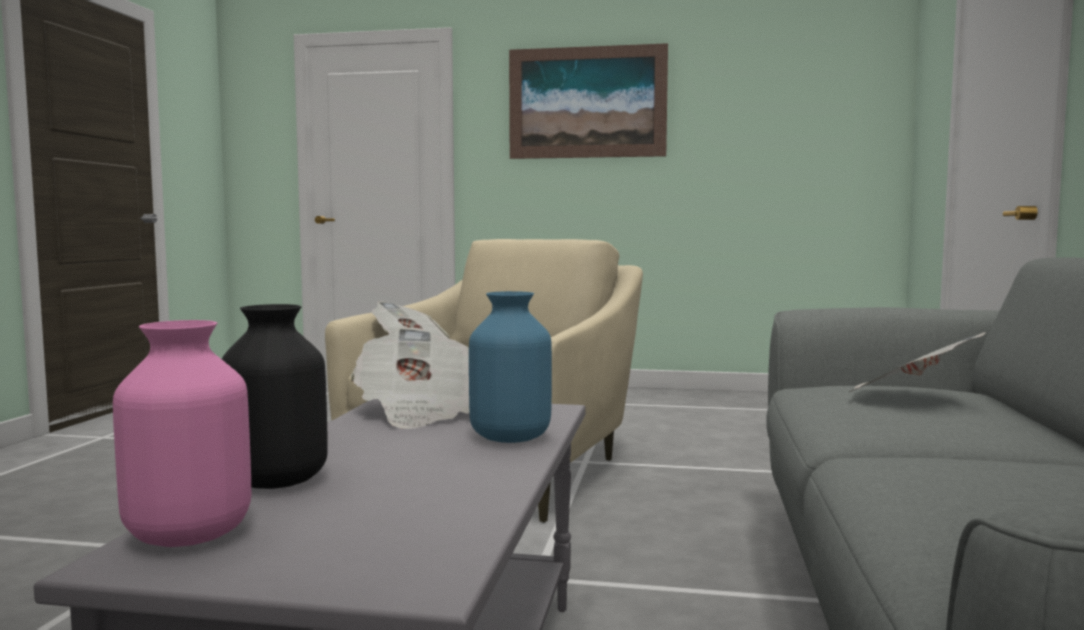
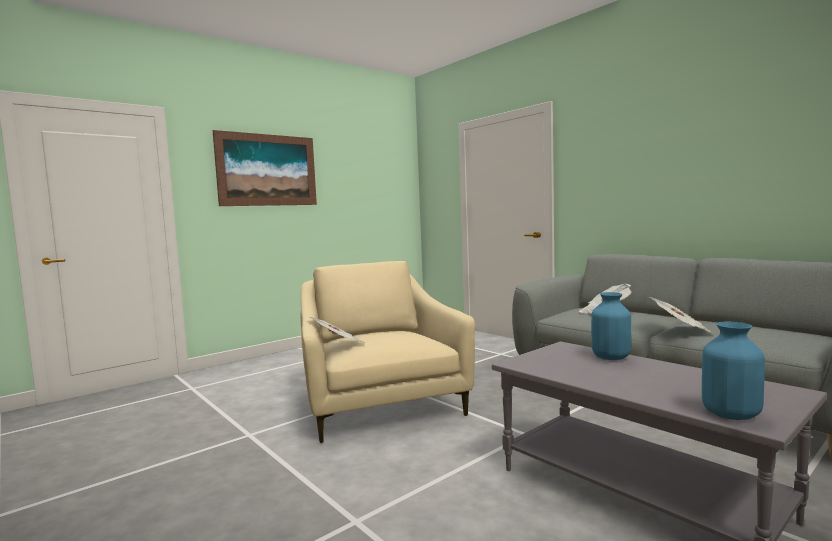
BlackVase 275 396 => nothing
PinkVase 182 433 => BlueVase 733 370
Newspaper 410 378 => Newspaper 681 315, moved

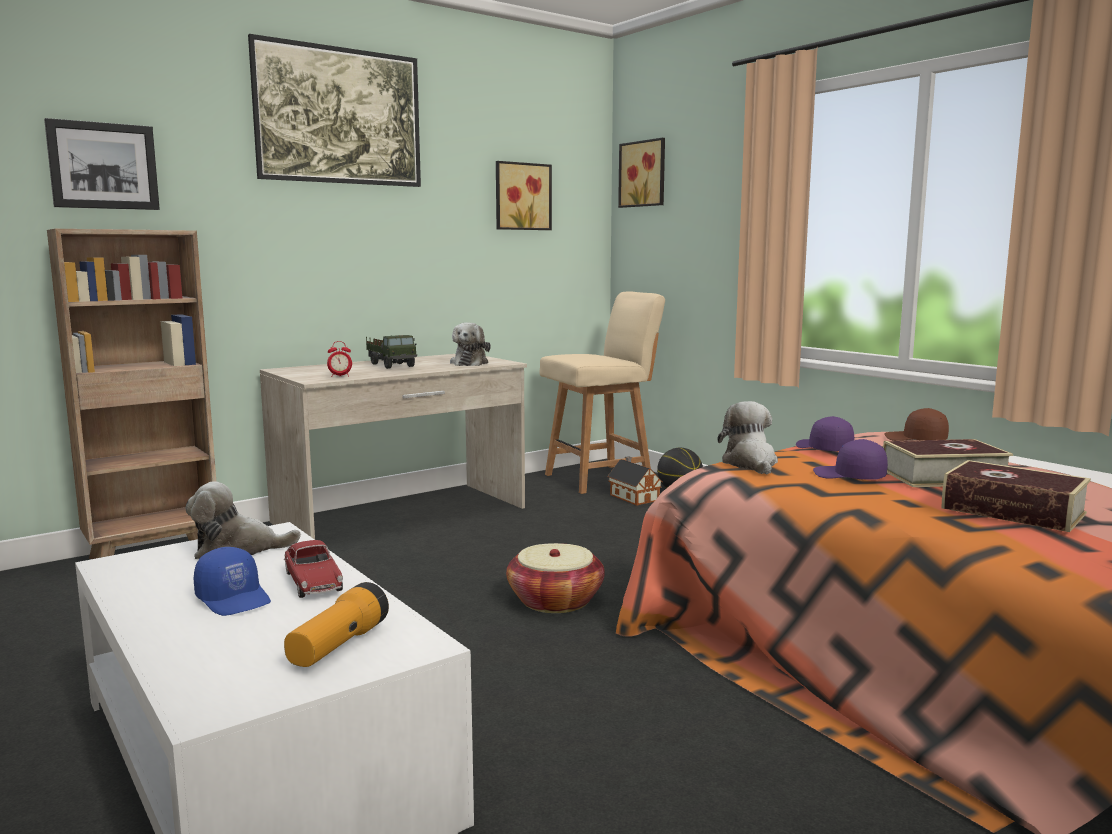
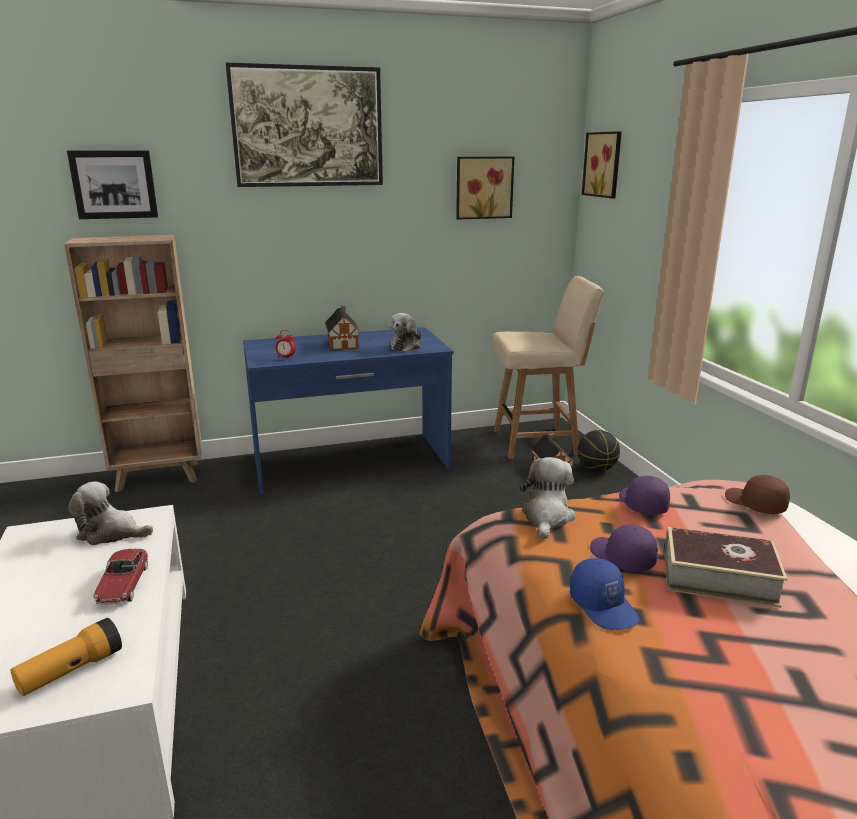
ToyTruck 391 352 => ToyHouse 342 328
BeigeDesk 393 447 => BlueDesk 348 410
Book 1016 496 => nothing
Basket 555 578 => nothing
BlueCap 232 581 => BlueCap 604 594, moved

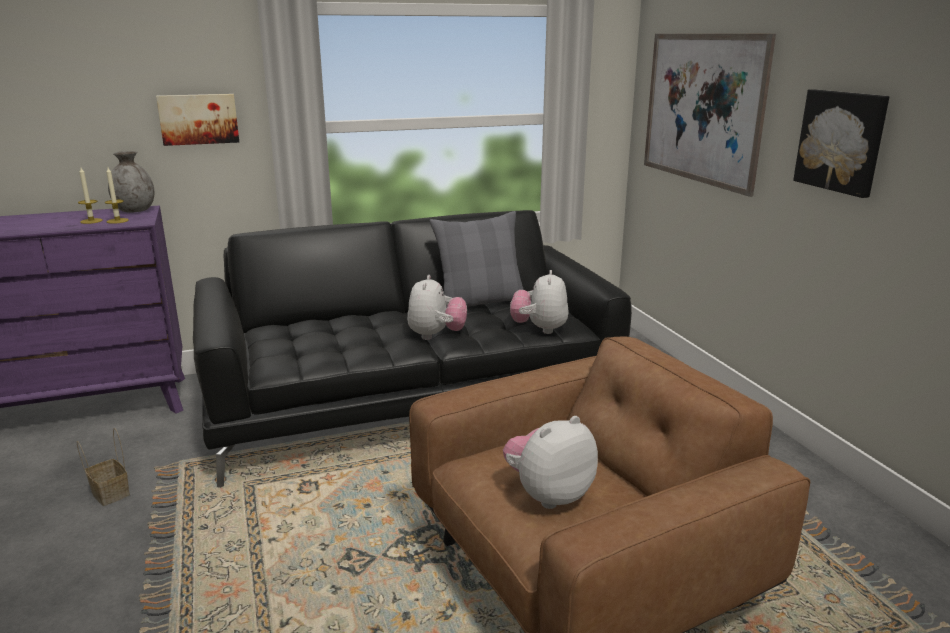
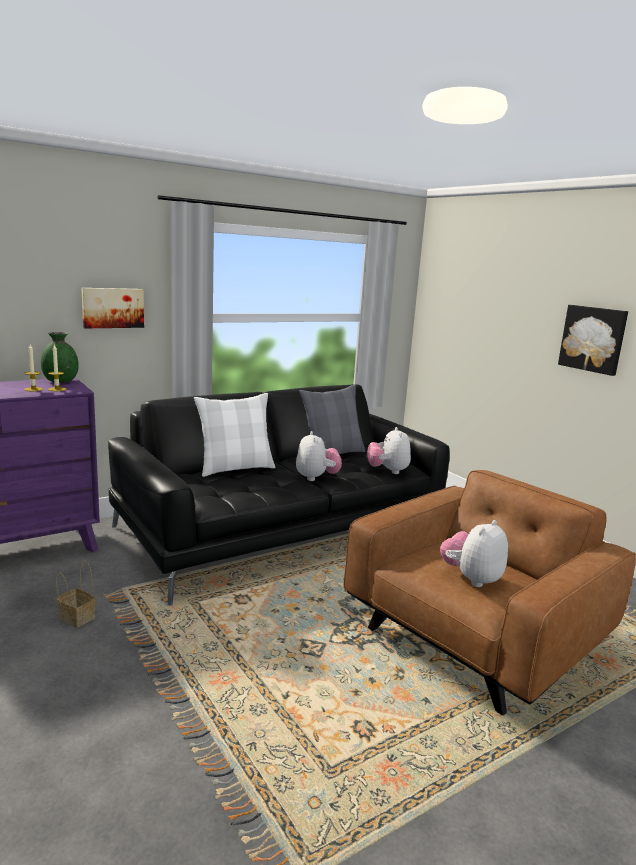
Picture 710 115 => nothing
GreyVase 131 182 => GreenVase 60 357
nothing => WhitePillow 235 435

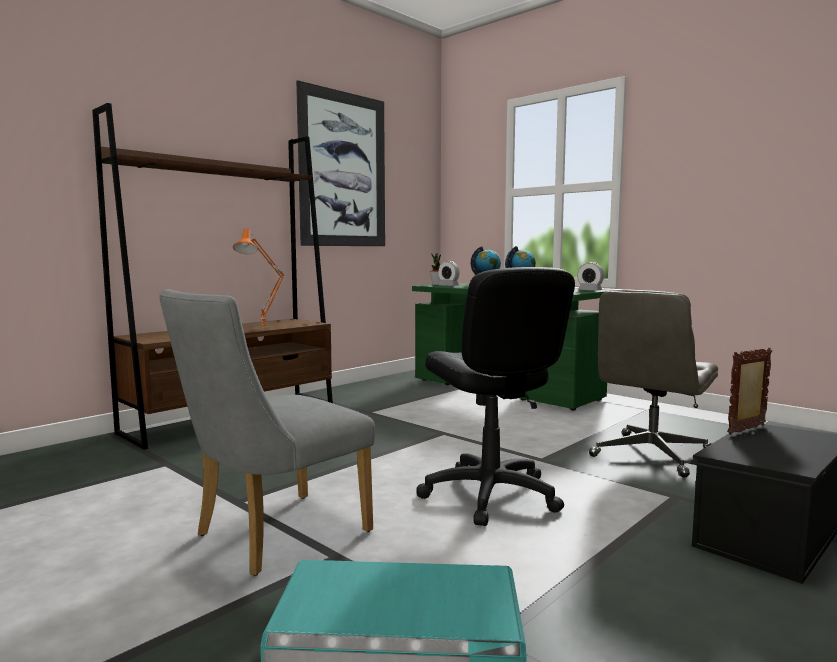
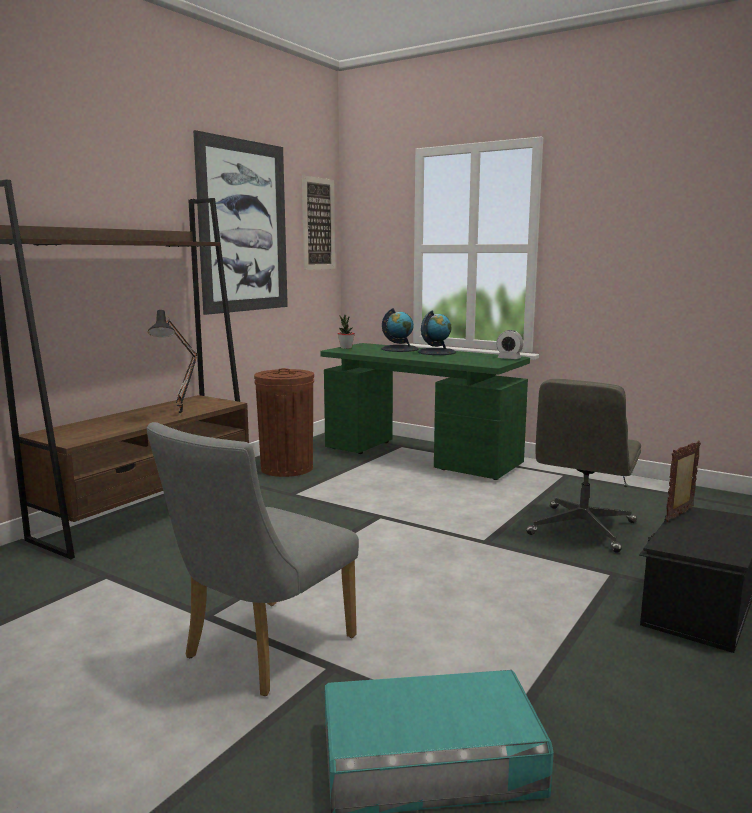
OrangeTableLamp 259 278 => BlackTableLamp 173 363
AlarmClock 449 273 => nothing
BlackOfficeChair 495 396 => nothing
nothing => Picture 318 222
nothing => BrownTrashCan 284 422

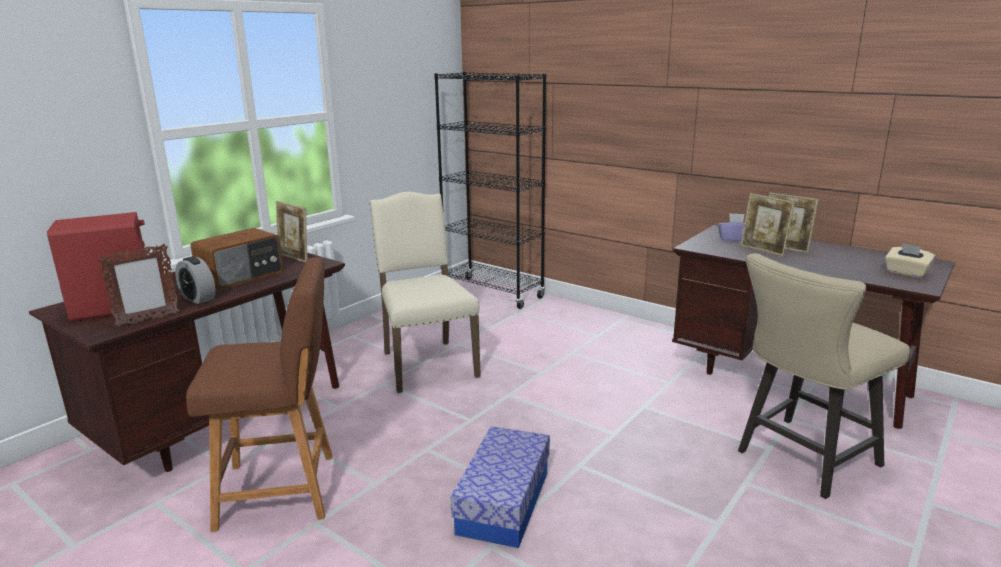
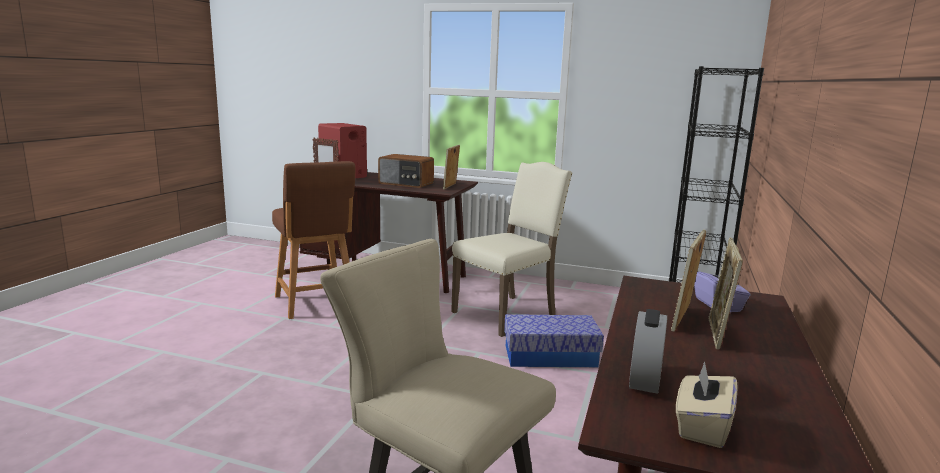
AlarmClock 195 280 => AlarmClock 648 351, moved
StorageBox 500 487 => StorageBox 554 340, moved

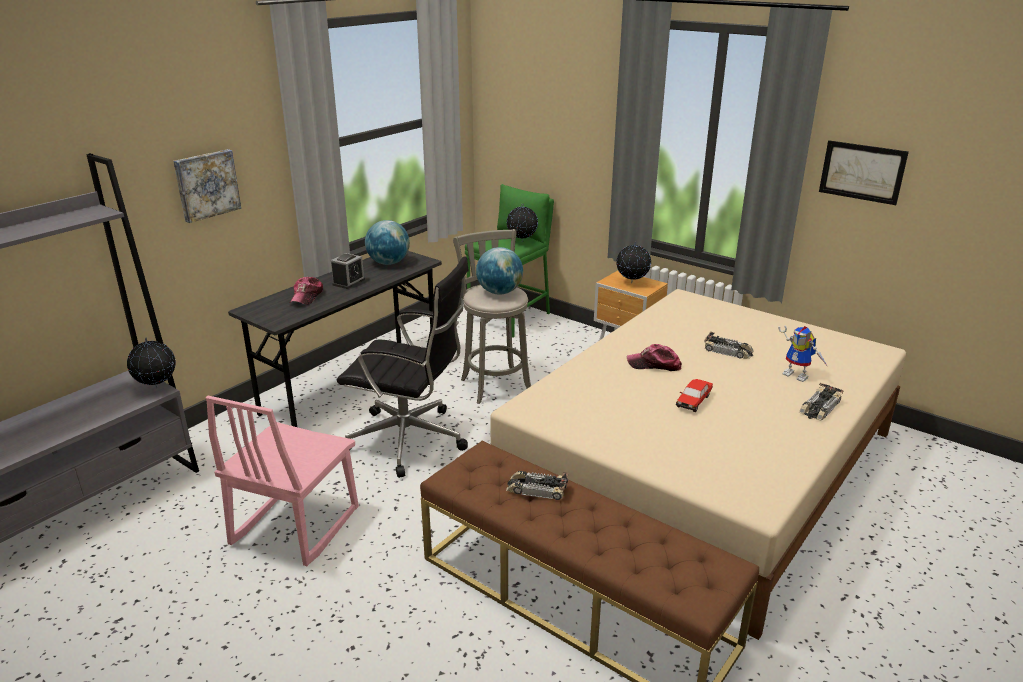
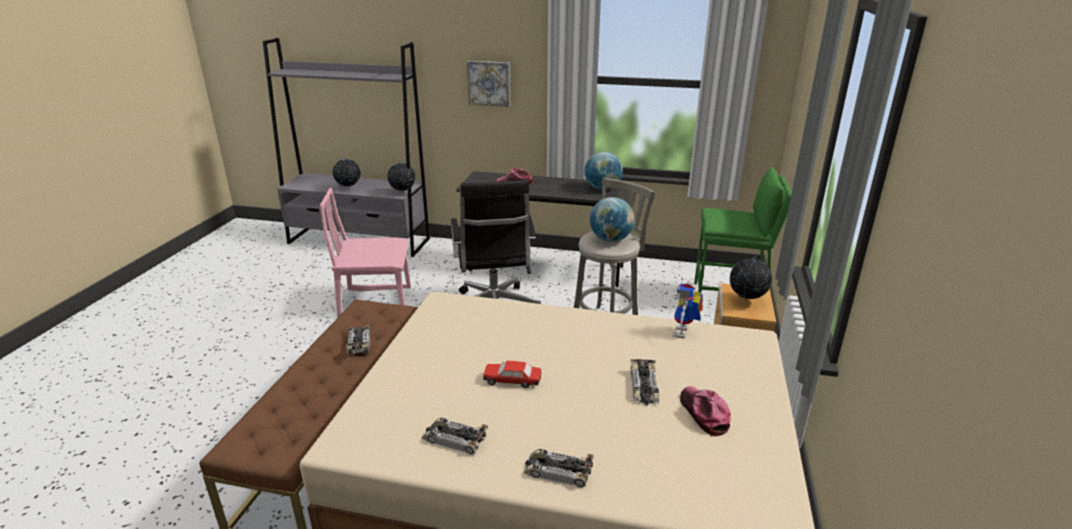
Picture 864 172 => nothing
Globe 522 222 => Globe 346 173, moved
AlarmClock 348 271 => nothing
ToyRobot 803 353 => ToyRobot 688 309, moved
Cap 654 357 => Cap 705 411, moved
nothing => ToyCar 454 436

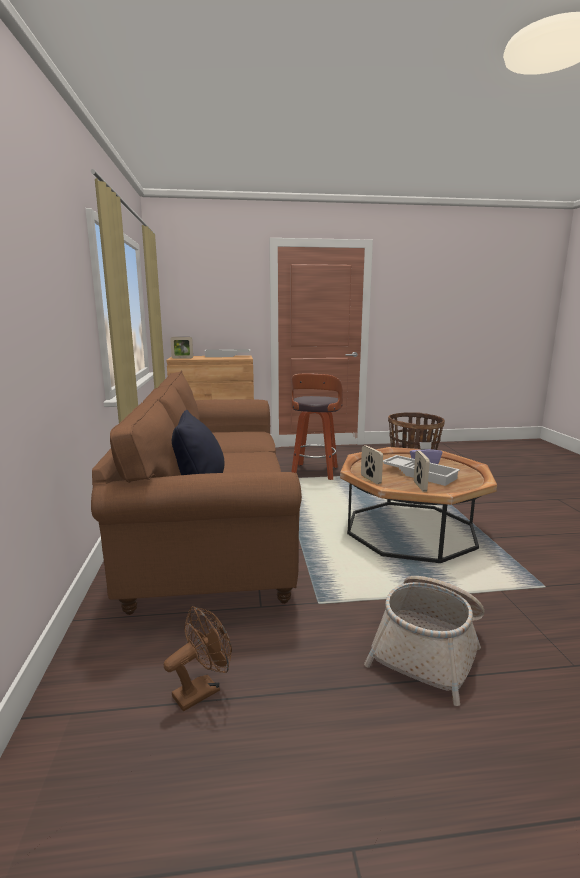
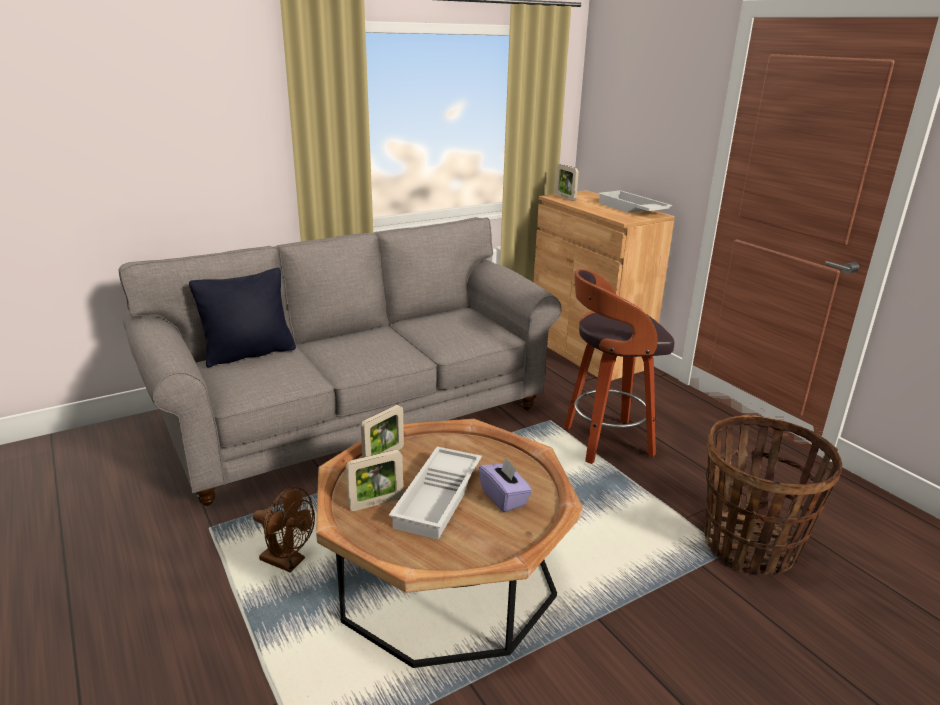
BrownSofa 196 493 => GreySofa 340 361
Basket 424 641 => nothing
BrownFan 198 658 => BrownFan 284 529, moved

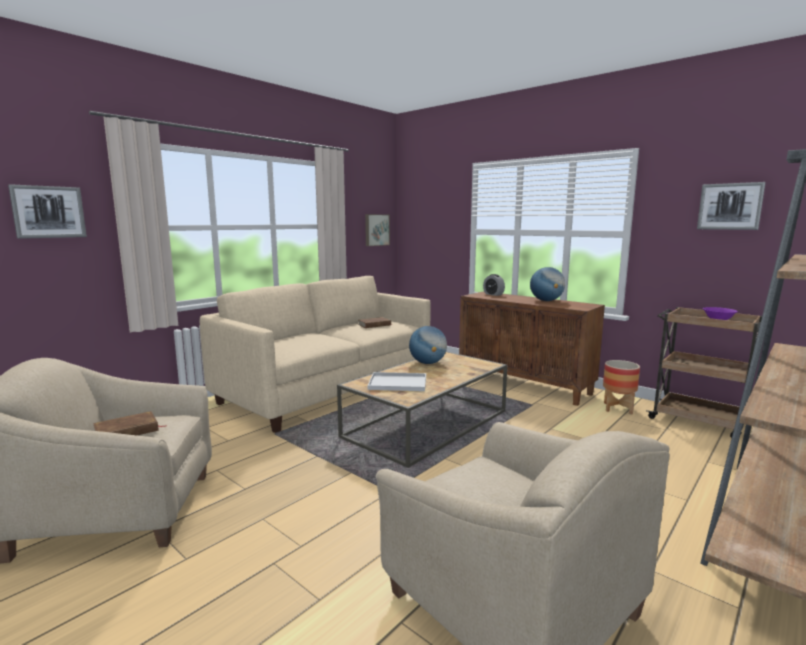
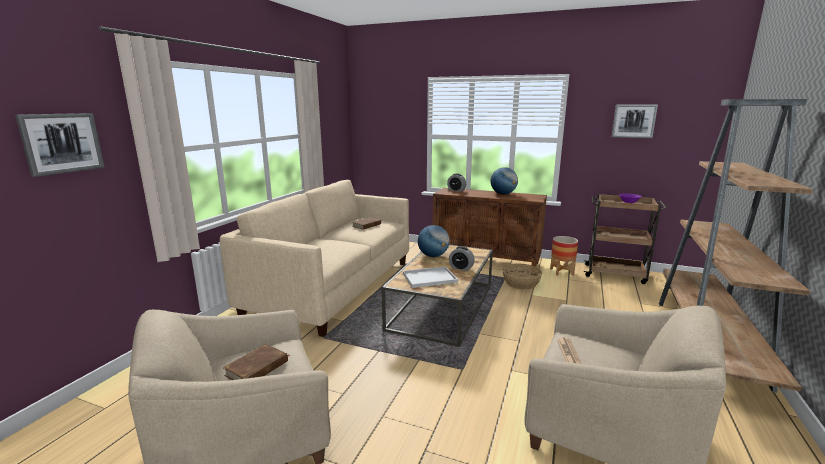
Picture 377 230 => nothing
nothing => AlarmClock 462 258
nothing => Basket 522 276
nothing => Newspaper 569 350

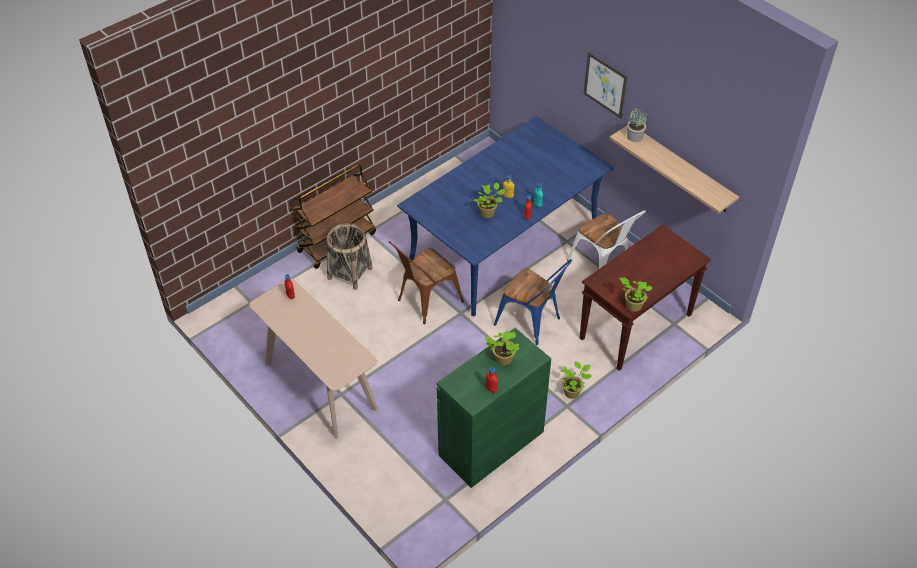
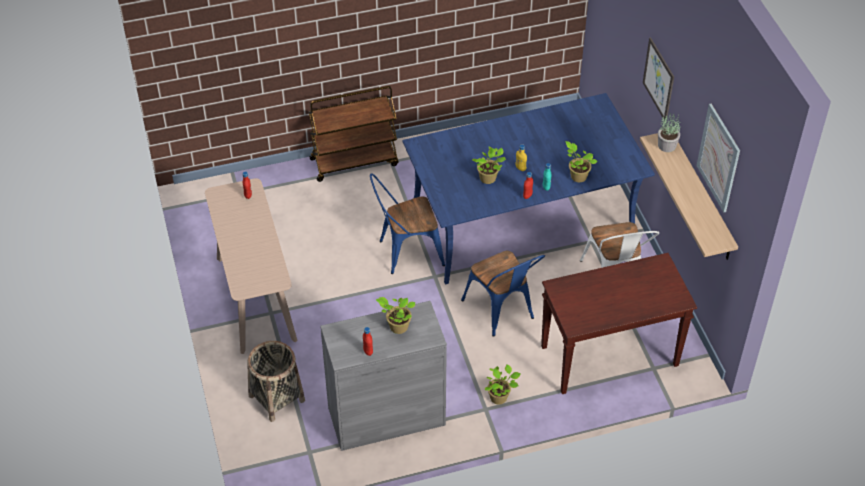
Basket 350 256 => Basket 276 381, moved
BrownChair 426 282 => BlueChair 407 224
PottedPlant 635 294 => PottedPlant 582 161, moved
GreenCabinet 494 408 => GreyCabinet 383 376
nothing => Picture 718 158

